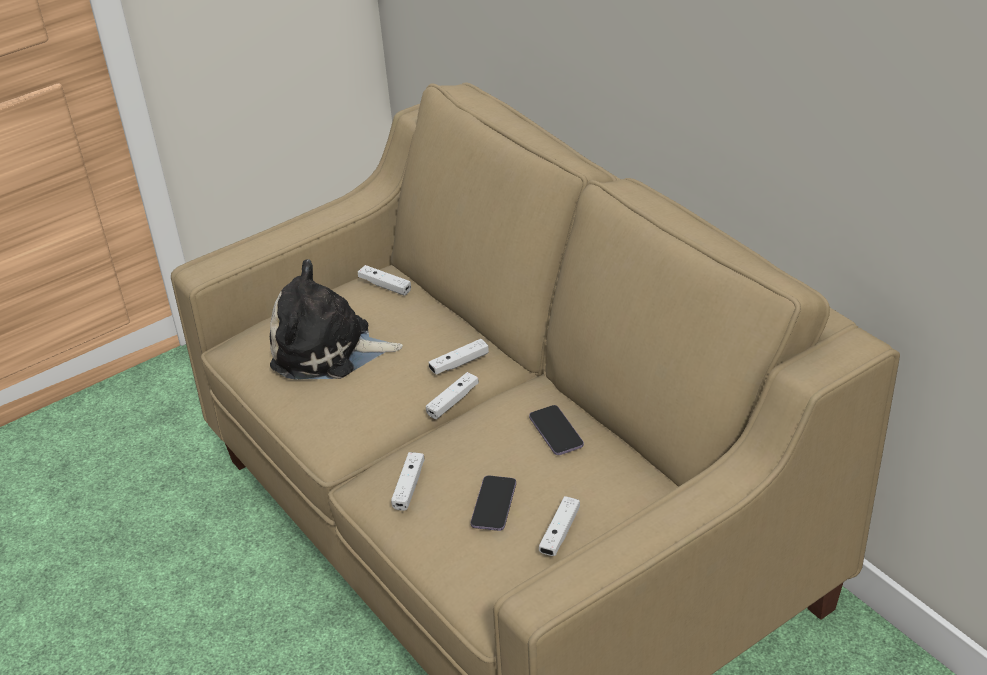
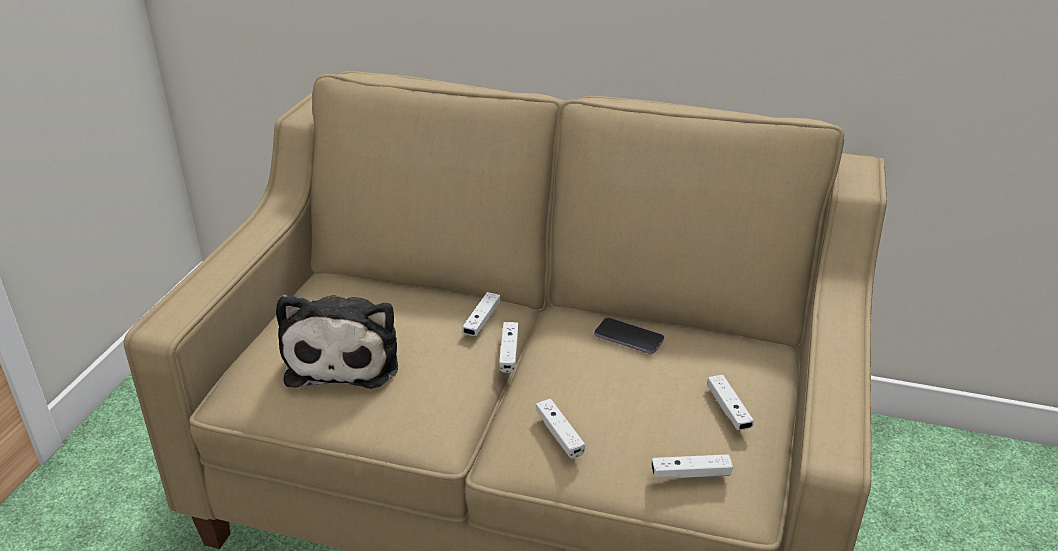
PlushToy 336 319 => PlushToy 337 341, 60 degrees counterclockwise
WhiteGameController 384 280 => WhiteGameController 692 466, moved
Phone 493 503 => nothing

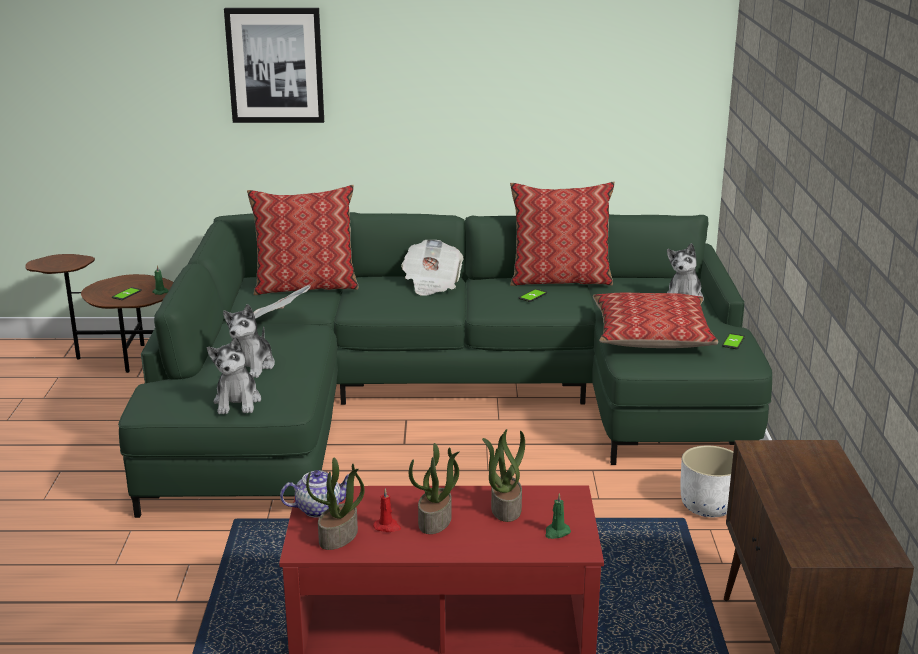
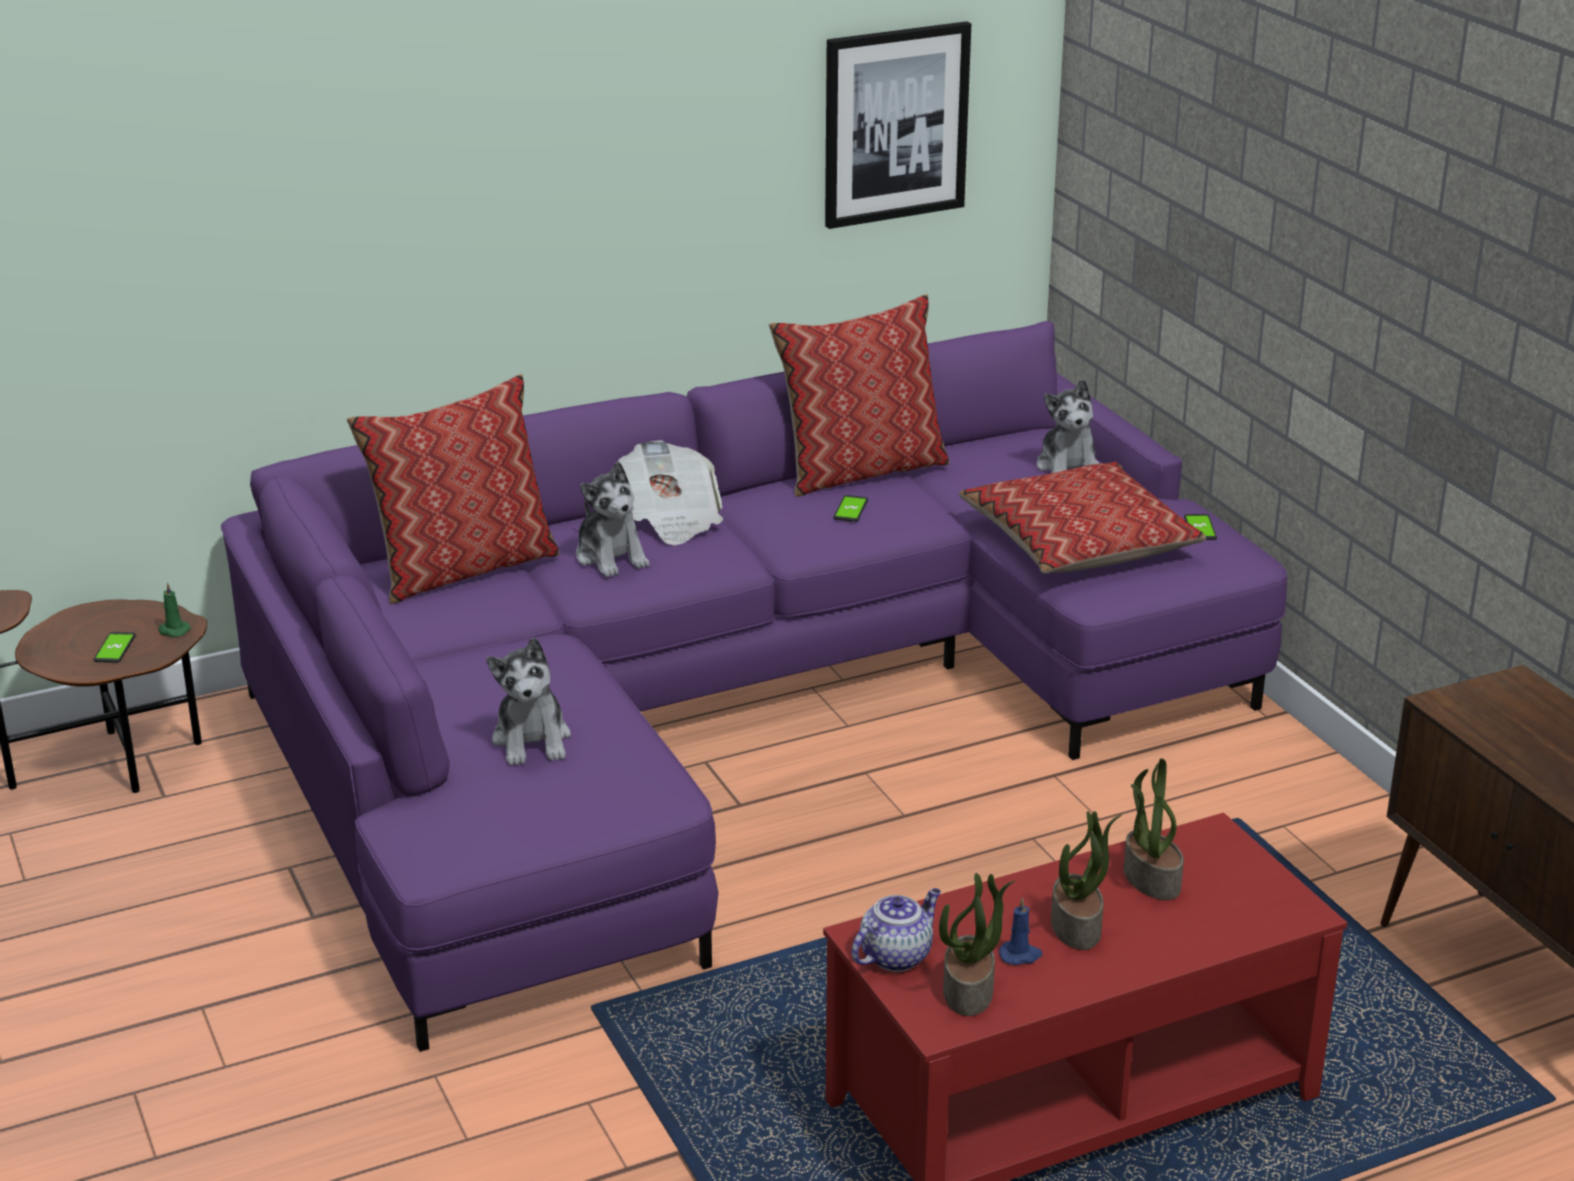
Picture 274 65 => Picture 898 125, moved
GreenSofa 445 365 => PurpleSofa 754 686
Newspaper 282 301 => nothing
PlushToy 234 375 => PlushToy 613 519, moved
WhitePlanter 706 481 => nothing
RedCandle 387 510 => BlueCandle 1020 931
GreenCandle 558 516 => nothing

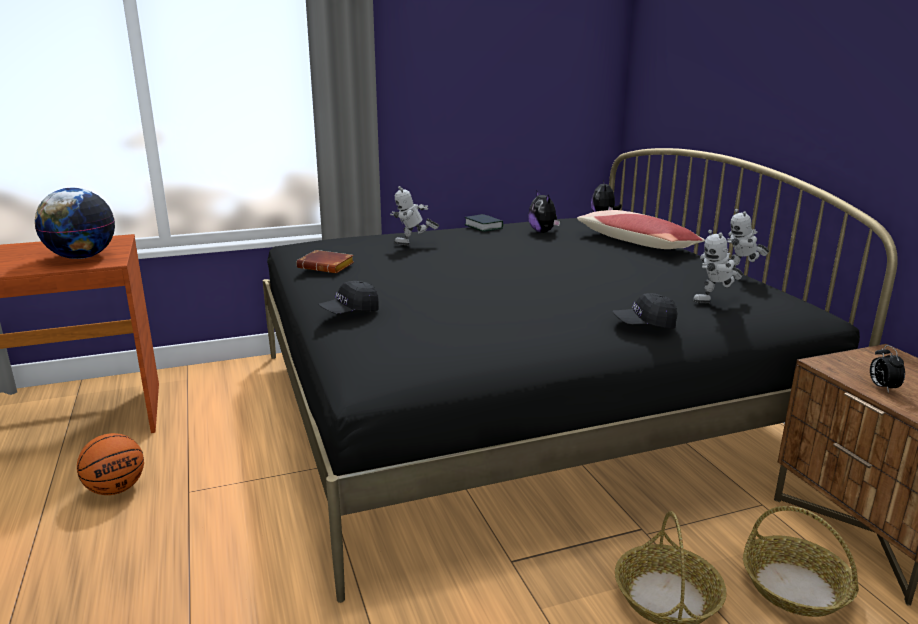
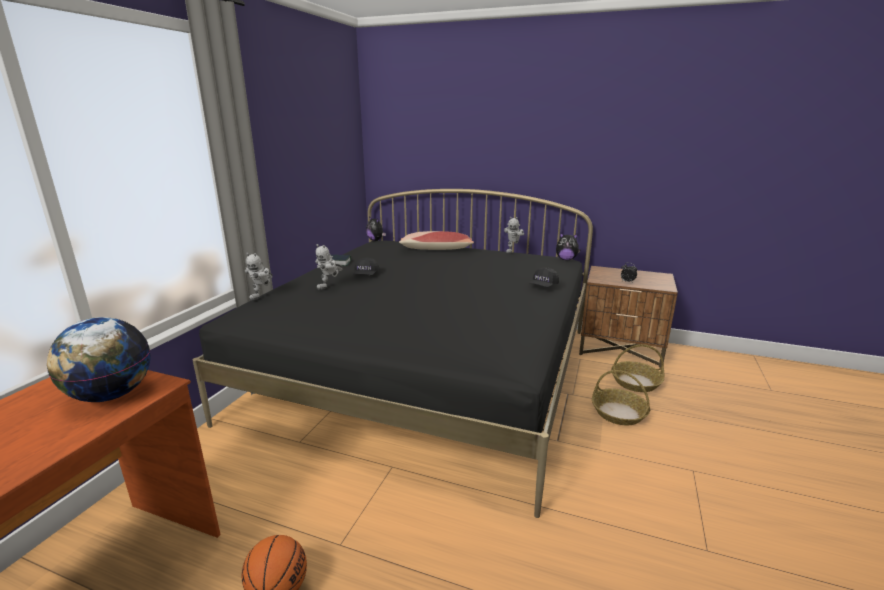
PlushToy 544 211 => PlushToy 568 246, moved
ToyRobot 718 266 => ToyRobot 259 276, moved
BrownBook 325 261 => nothing
BlackCap 348 297 => BlackCap 366 266, moved

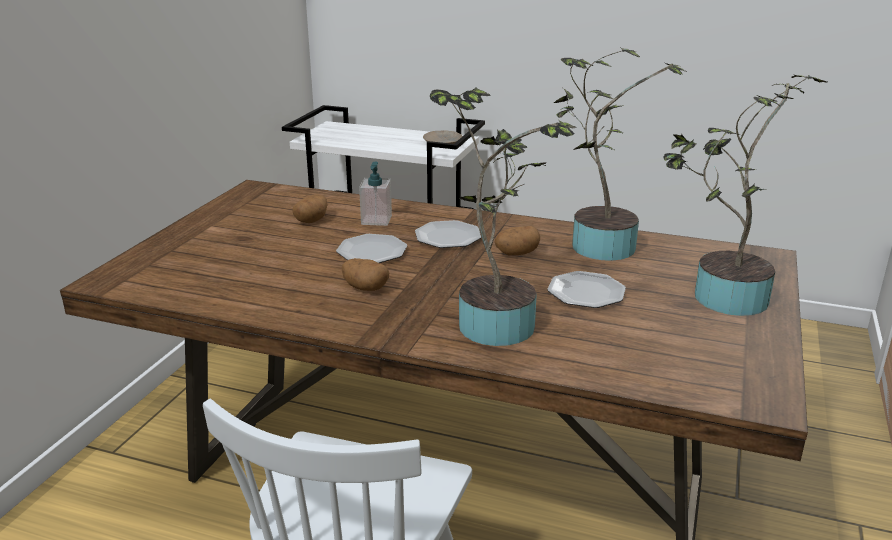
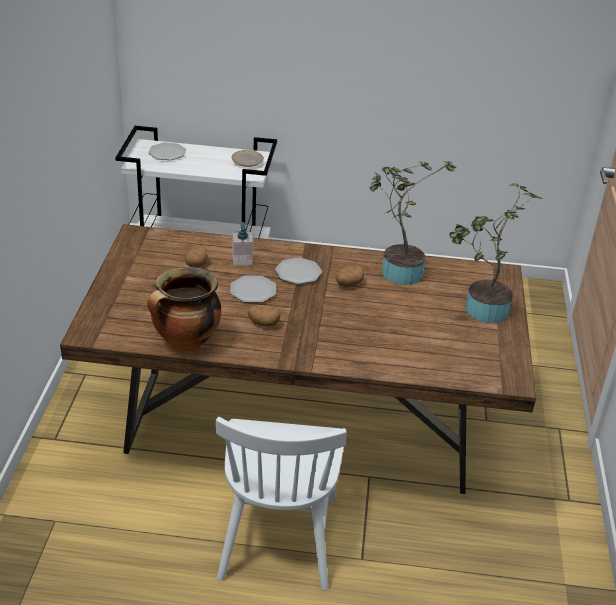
PottedPlant 503 216 => nothing
Plate 586 289 => Plate 167 151, moved
nothing => CookingPot 184 309

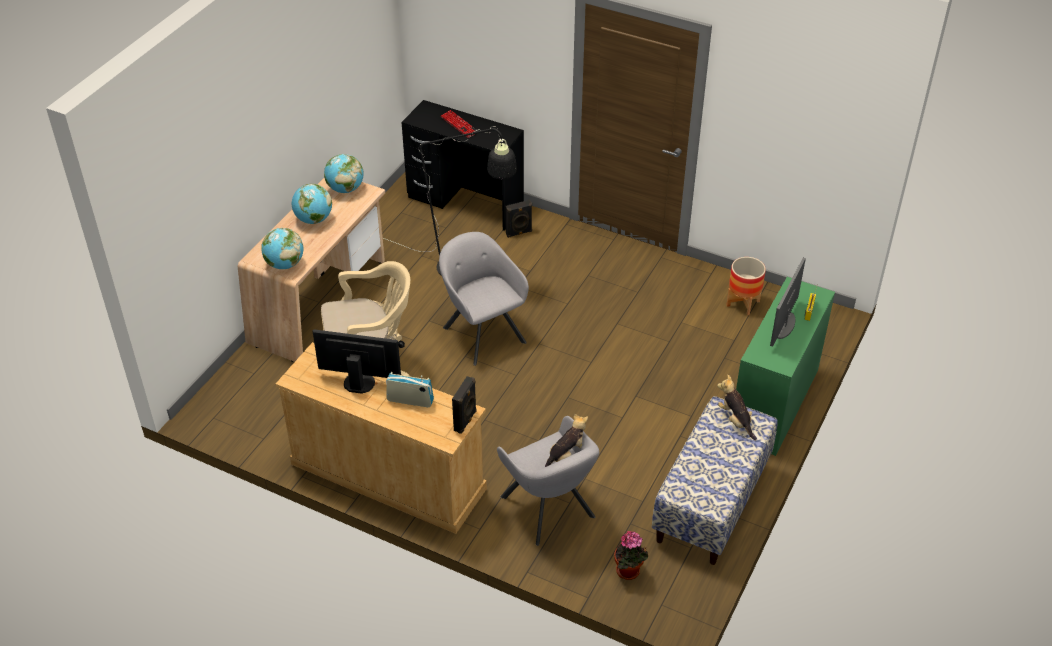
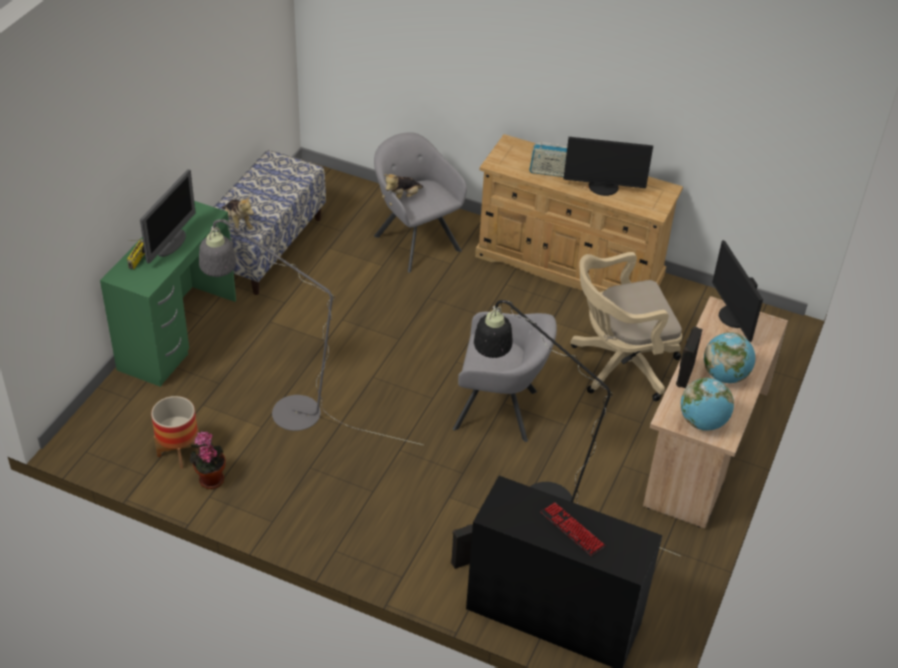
Globe 282 248 => Monitor 737 291
GreyArmchair 484 299 => GreyArmchair 505 377, 45 degrees counterclockwise
BlackSpeaker 464 405 => BlackSpeaker 689 357, moved
PottedPlant 631 555 => PottedPlant 208 460, moved
nothing => GreyFloorLamp 311 332

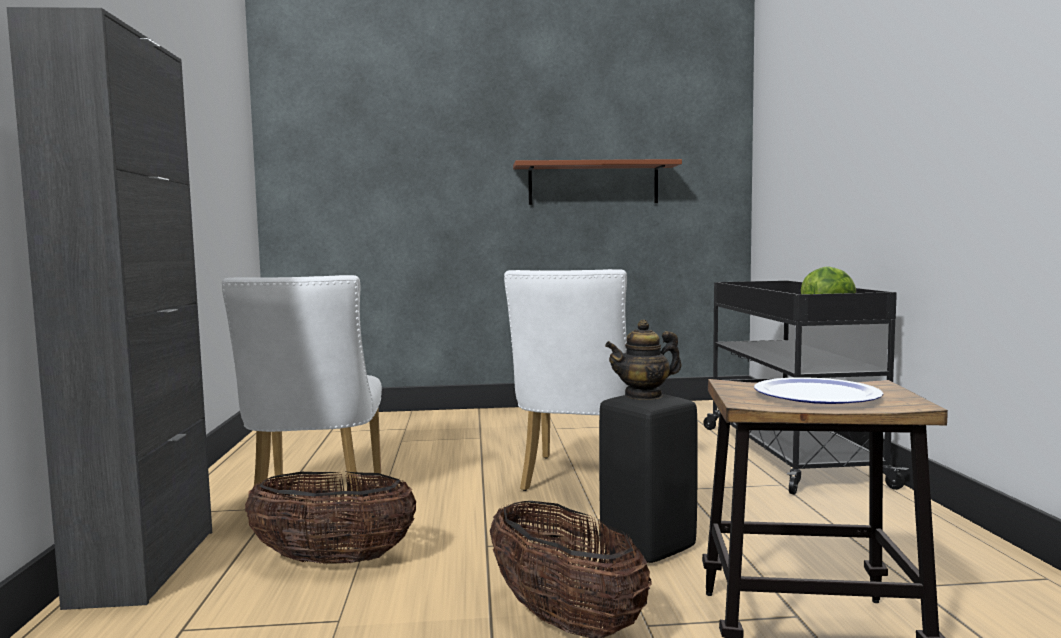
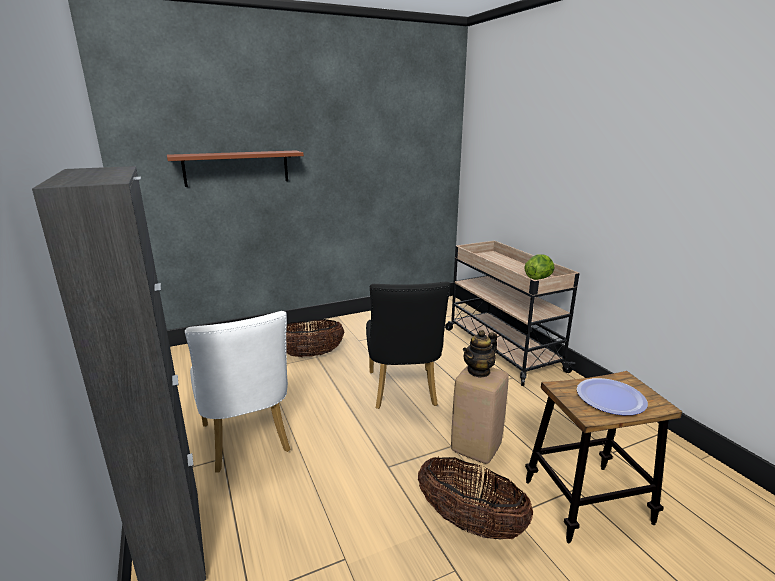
BrownShelf 597 182 => BrownShelf 235 168, moved
WhiteChair 566 380 => BlackChair 408 345
BlackCart 806 387 => BeigeCart 512 313
BlackStool 648 478 => BeigeStool 480 415
Basket 330 517 => Basket 315 338, moved

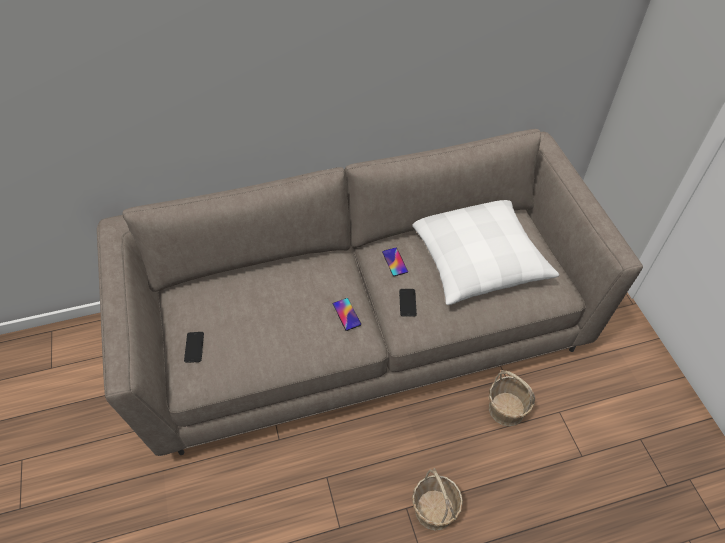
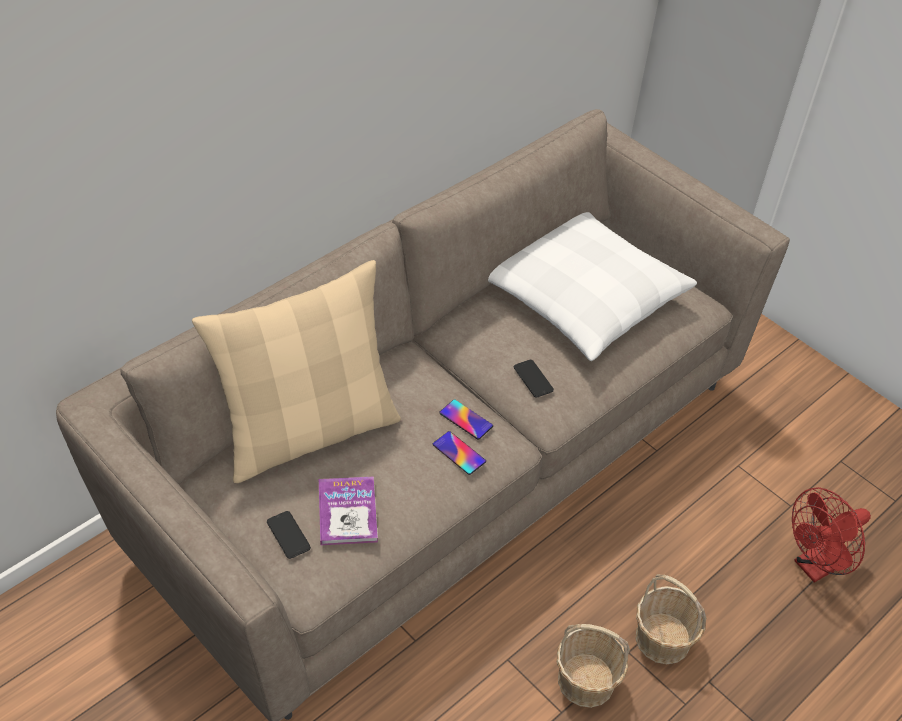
Phone 395 262 => Phone 459 453, moved
Basket 512 398 => Basket 593 666, moved
nothing => BeigePillow 296 371
nothing => Book 348 510
nothing => RedFan 831 535

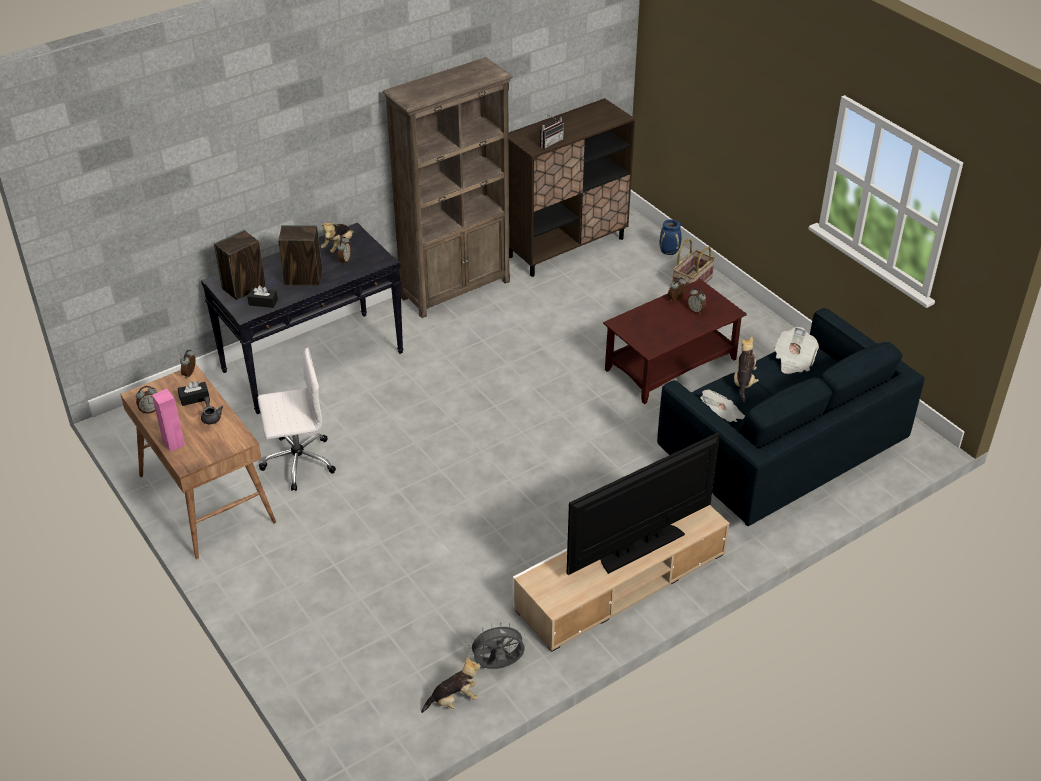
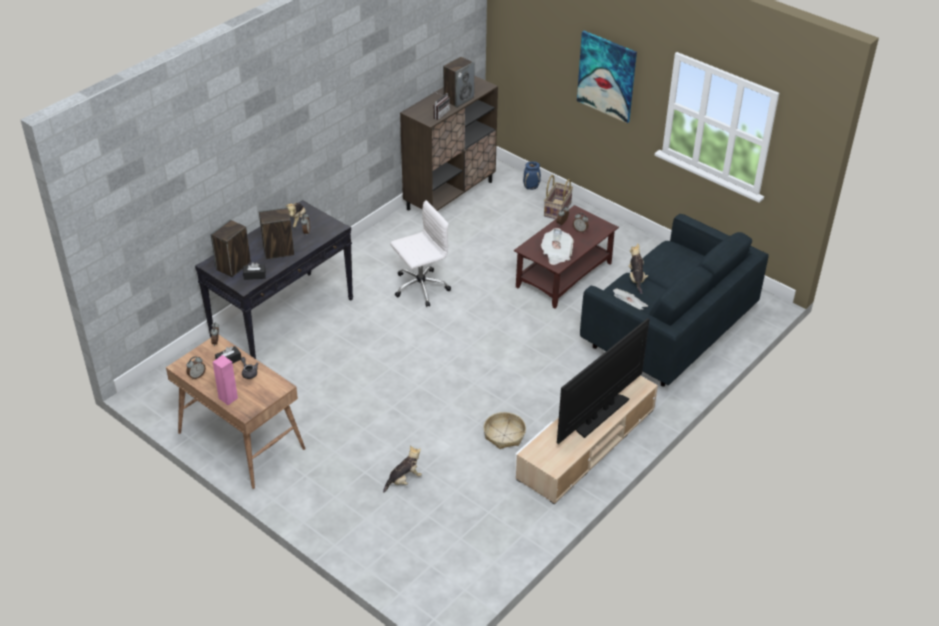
BrownBookcase 447 187 => nothing
Newspaper 796 350 => Newspaper 557 246, moved
WhiteOfficeChair 297 419 => WhiteOfficeChair 420 253, moved
GreyFan 497 645 => nothing
PlushToy 451 685 => PlushToy 402 469, moved
nothing => Picture 607 77
nothing => Speaker 459 82
nothing => Basket 505 430

